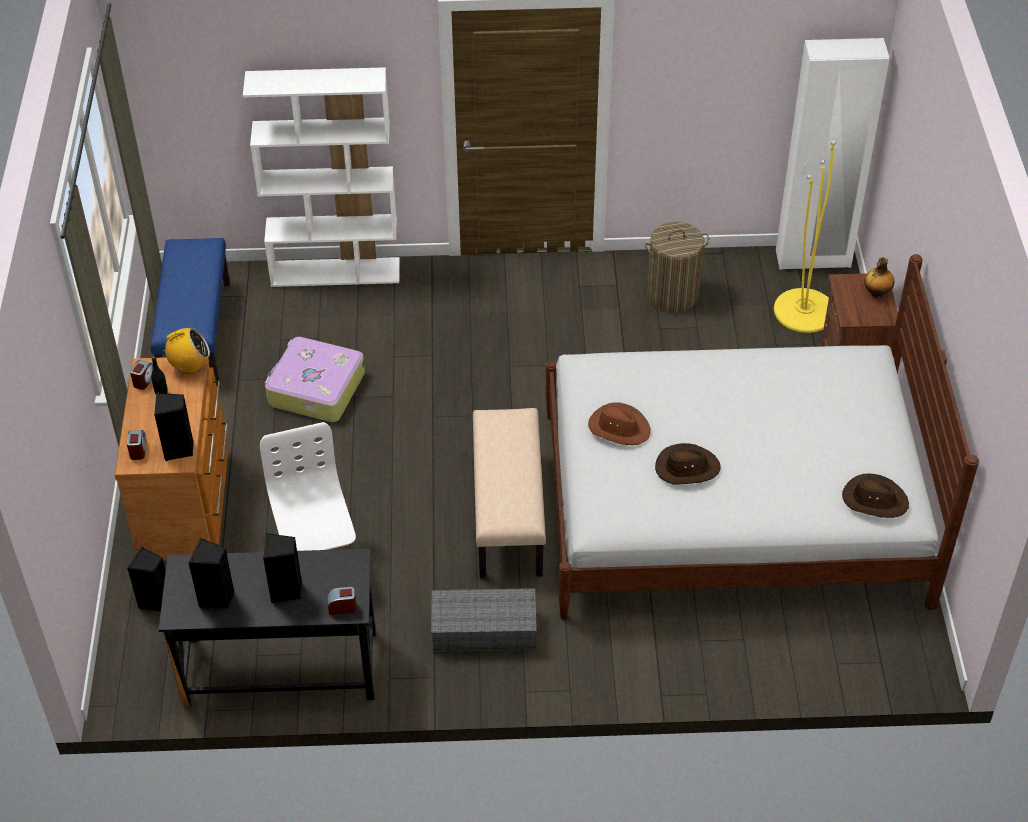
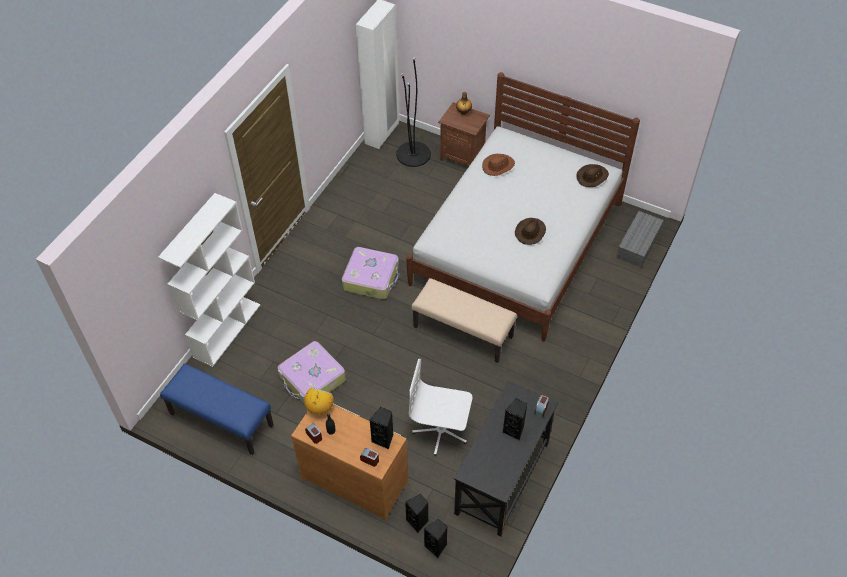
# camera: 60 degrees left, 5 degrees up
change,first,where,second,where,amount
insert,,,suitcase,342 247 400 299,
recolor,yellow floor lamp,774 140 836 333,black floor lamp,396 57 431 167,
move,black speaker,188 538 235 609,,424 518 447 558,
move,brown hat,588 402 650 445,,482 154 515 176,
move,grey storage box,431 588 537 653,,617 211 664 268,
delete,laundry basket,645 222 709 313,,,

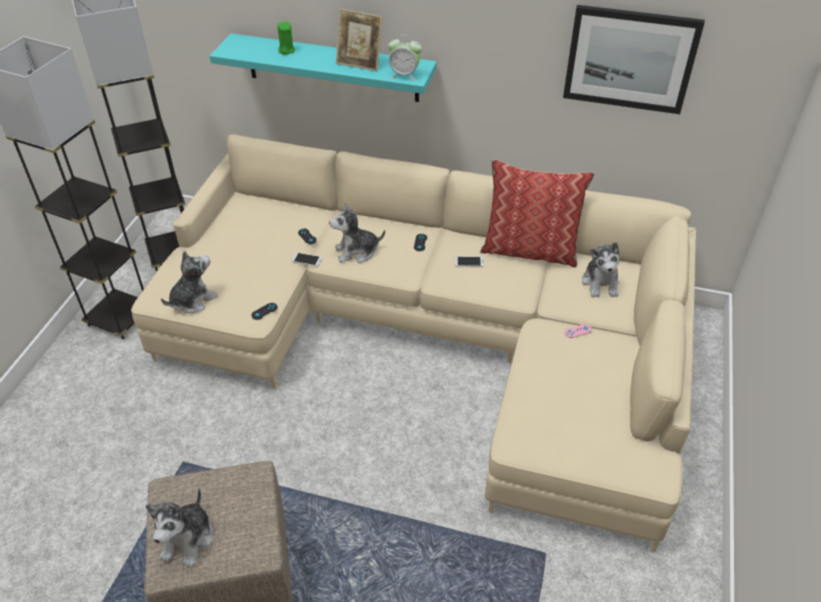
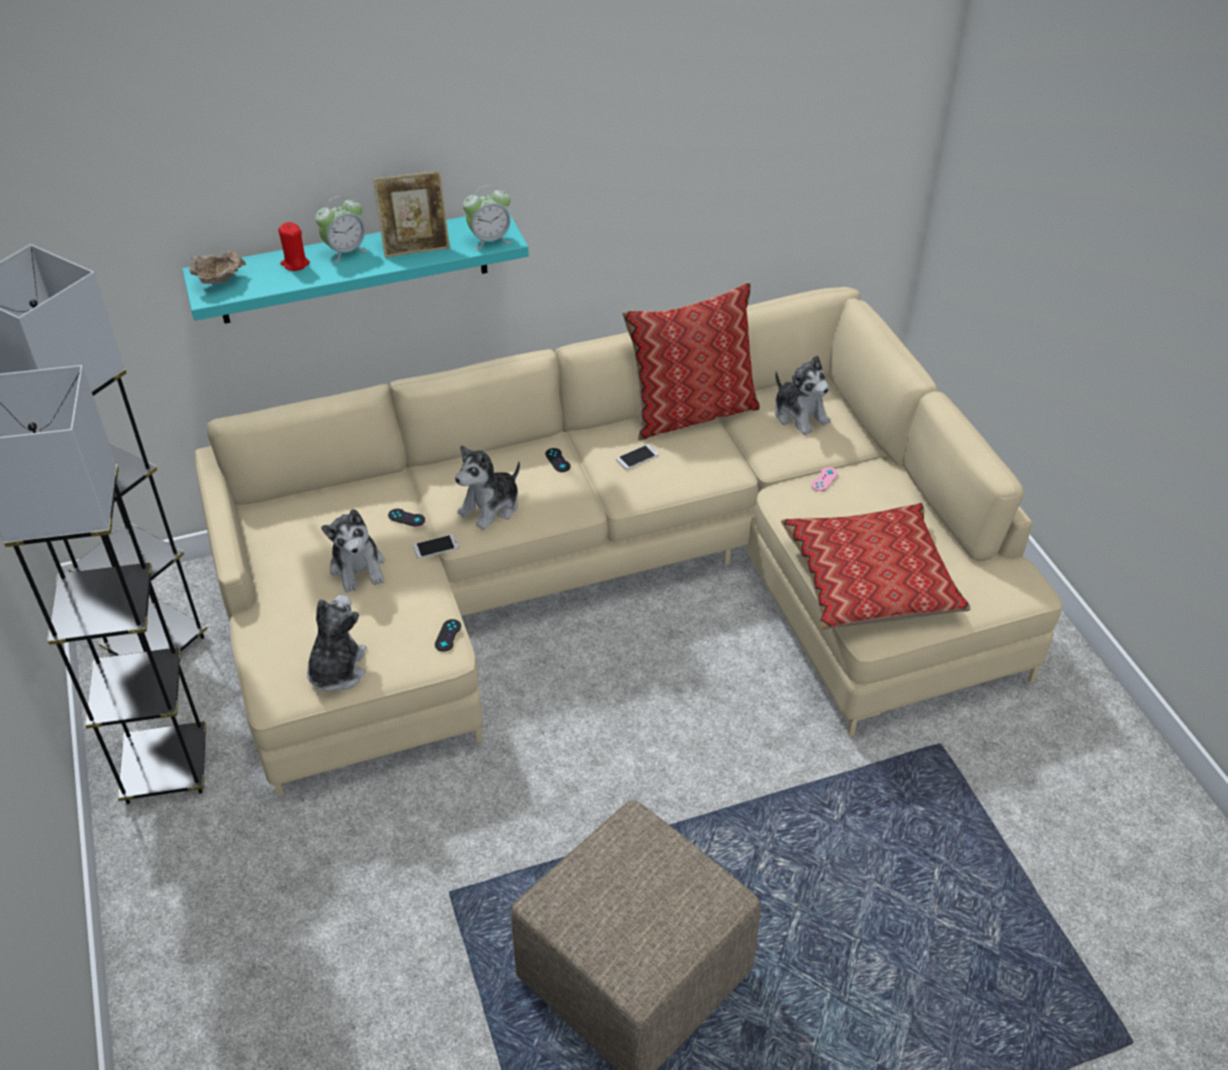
# camera: 35 degrees left, 0 degrees up
change,first,where,second,where,amount
insert,,,beige bowl,189 251 246 284,
recolor,green candle,277 22 295 55,red candle,278 222 310 271,
insert,,,alarm clock,315 196 369 264,
move,plush toy,146 488 213 568,,321 509 385 593,
insert,,,pillow,781 503 970 630,
delete,picture,563 5 705 114,,,

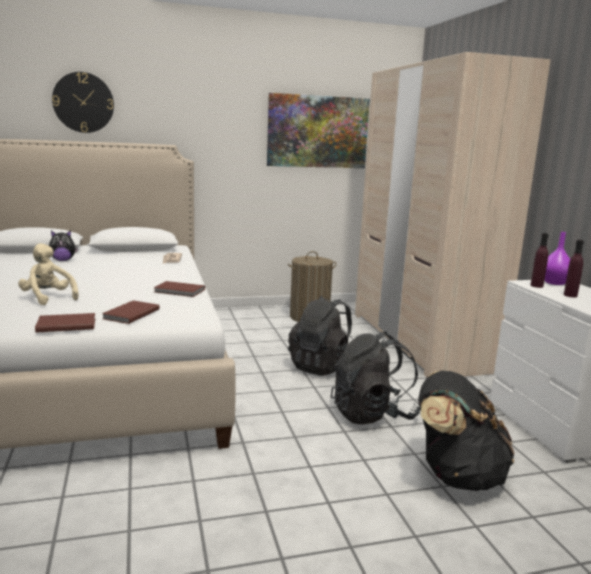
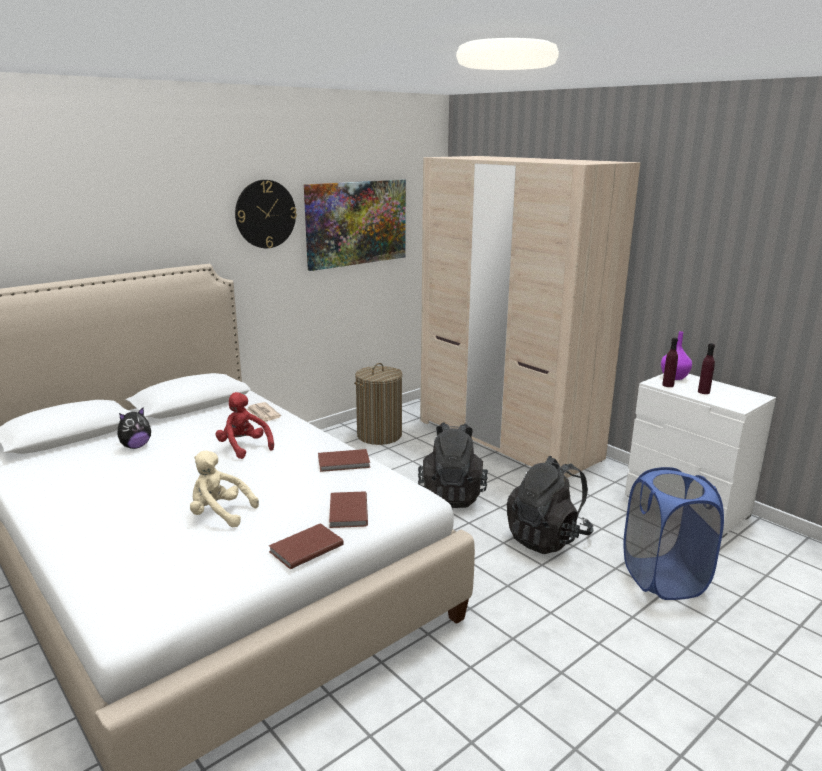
# camera: 25 degrees left, 5 degrees up
change,first,where,second,where,amount
insert,,,red plush toy,215 392 274 459,
move,wall clock,52 72 114 133,,235 180 297 248,
replace,black backpack,418 371 514 491,blue laundry basket,623 467 724 600,

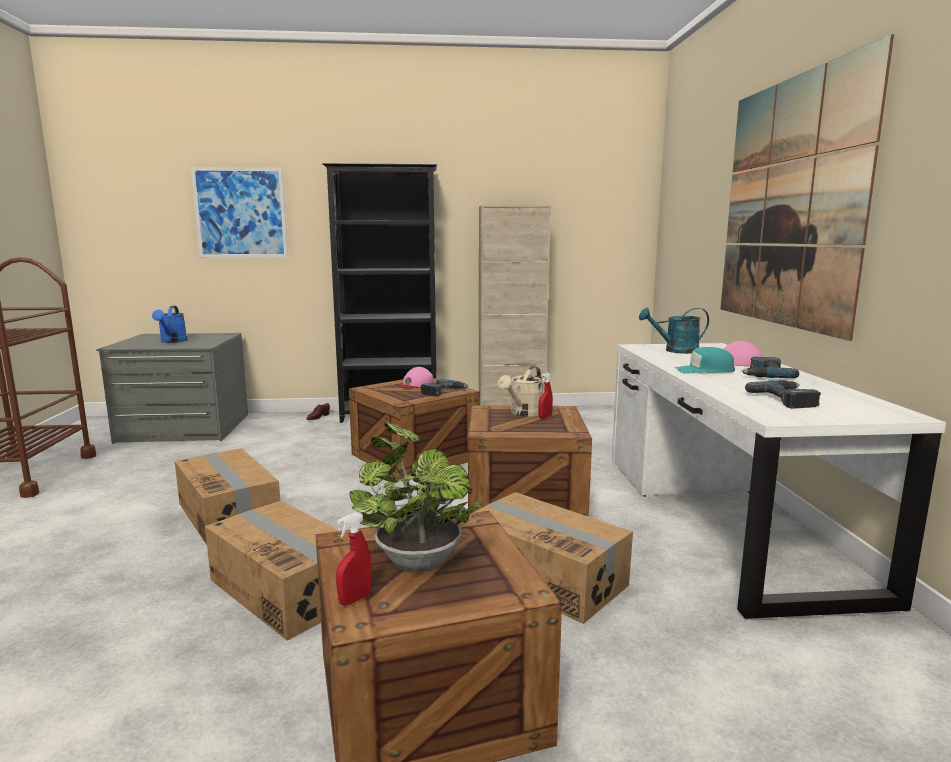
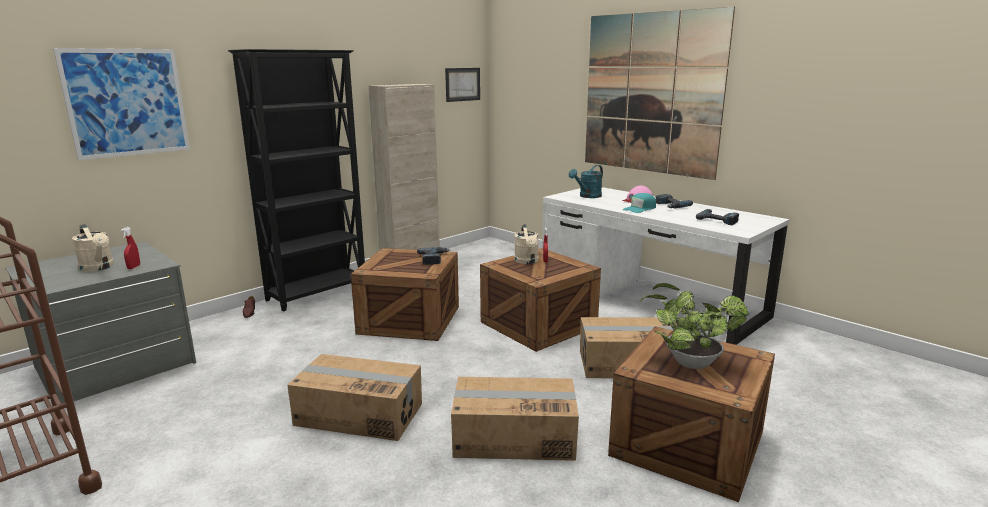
# camera: 40 degrees left, 5 degrees up
change,first,where,second,where,amount
recolor,blue watering can,152 306 188 343,beige watering can,72 224 114 272,
move,red spray bottle,336 513 372 606,,121 227 140 269,
insert,,,picture,445 68 480 102,
delete,pink cap,398 367 434 389,,,

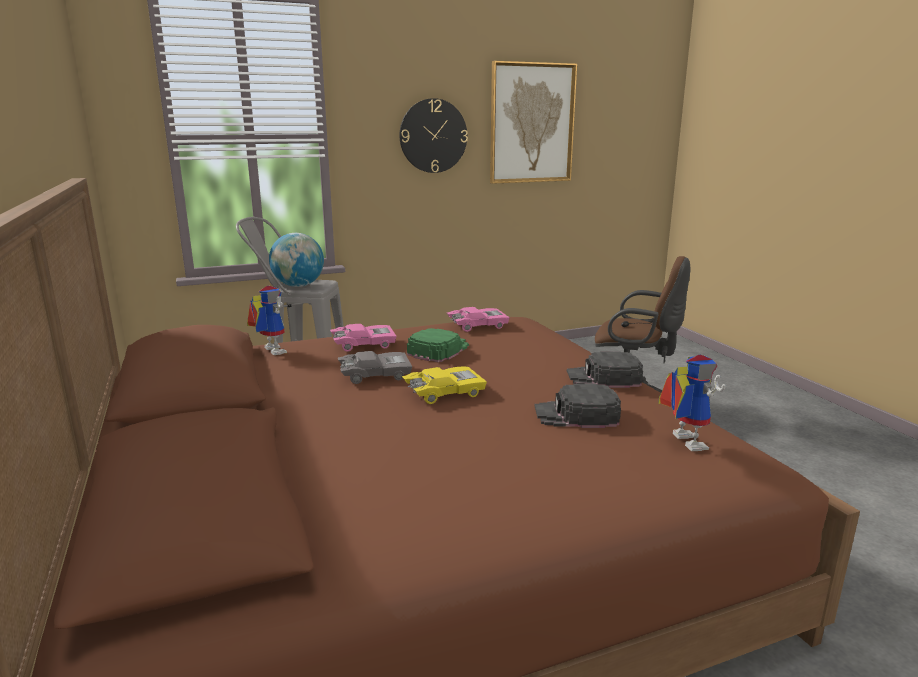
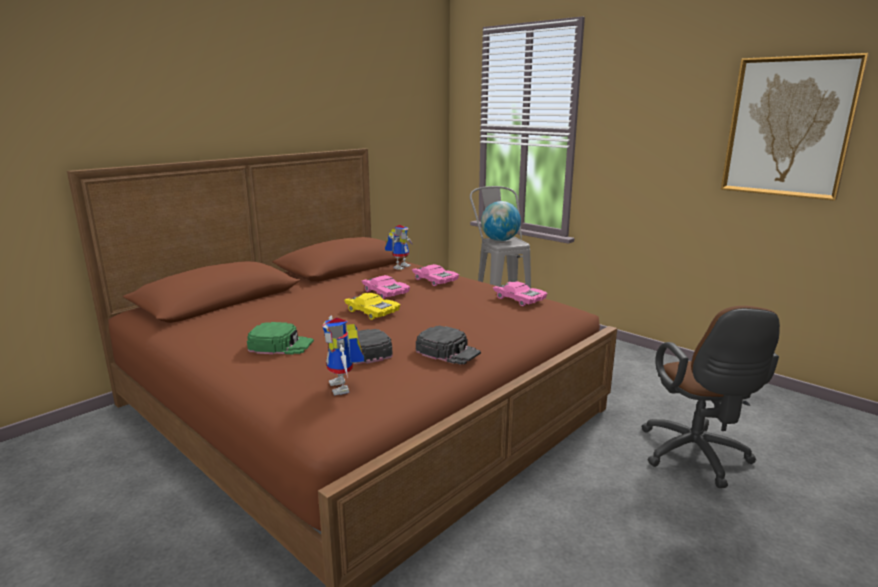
# camera: 65 degrees right, 0 degrees up
change,first,where,second,where,amount
move,green cap,407 328 469 362,,247 322 314 354,
rotate,toy robot,658 355 726 451,,322 316 364 396,105 degrees clockwise
recolor,grey toy car,338 351 412 384,pink toy car,362 275 410 299,
rotate,black cap,567 351 643 388,,416 325 481 365,150 degrees clockwise
delete,wall clock,399 98 468 173,,,

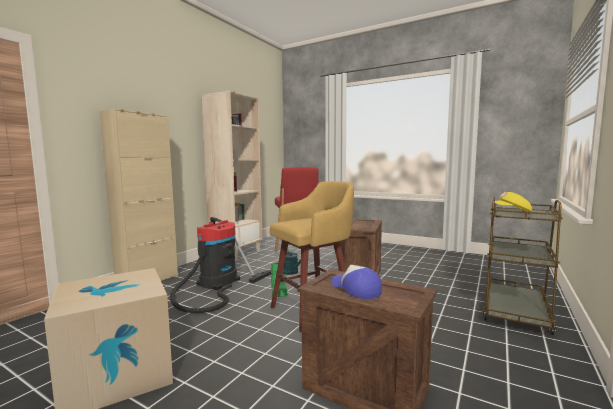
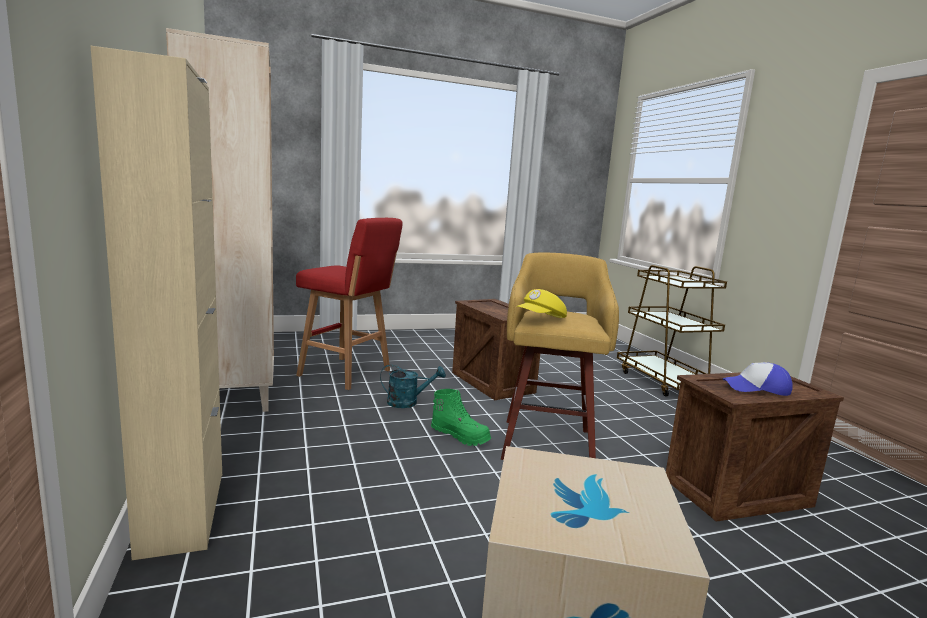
# camera: 50 degrees left, 5 degrees up
change,first,where,second,where,amount
move,yellow cap,491 192 532 212,,516 289 567 318,
delete,vacuum cleaner,170 217 271 313,,,

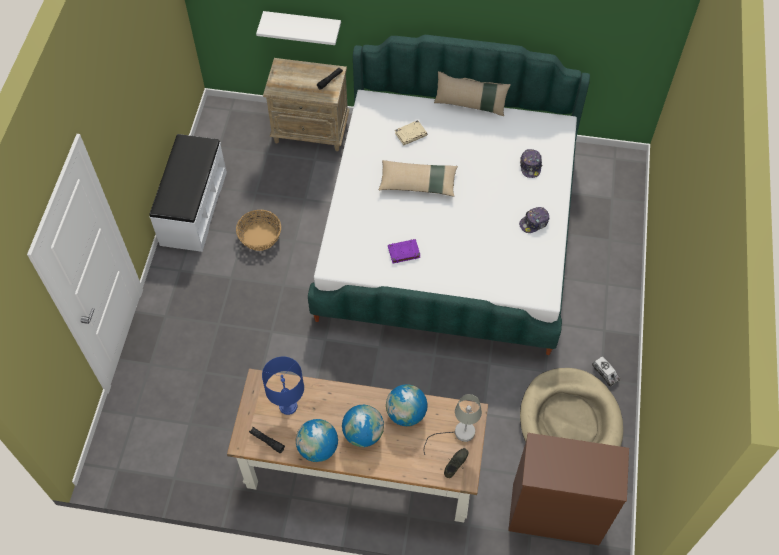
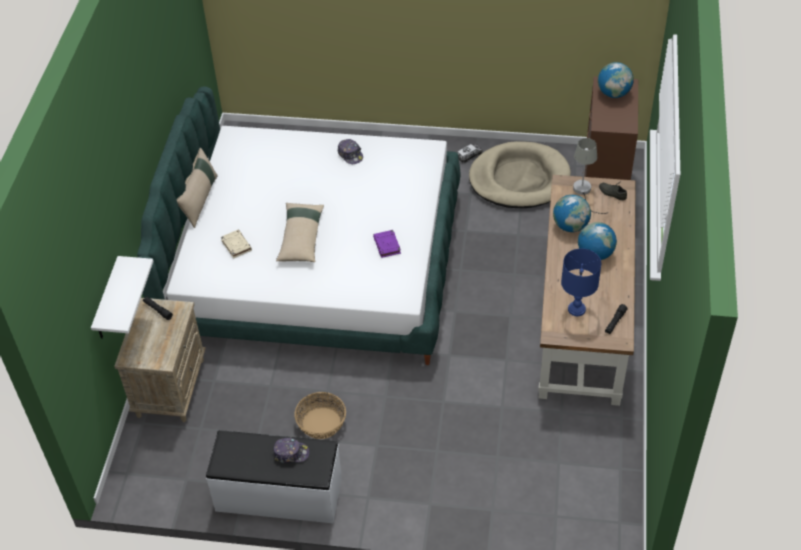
# camera: 90 degrees left, 10 degrees down
change,first,where,second,where,amount
move,cap,520 149 542 178,,273 438 310 463,
move,globe,296 419 338 462,,598 62 634 98,

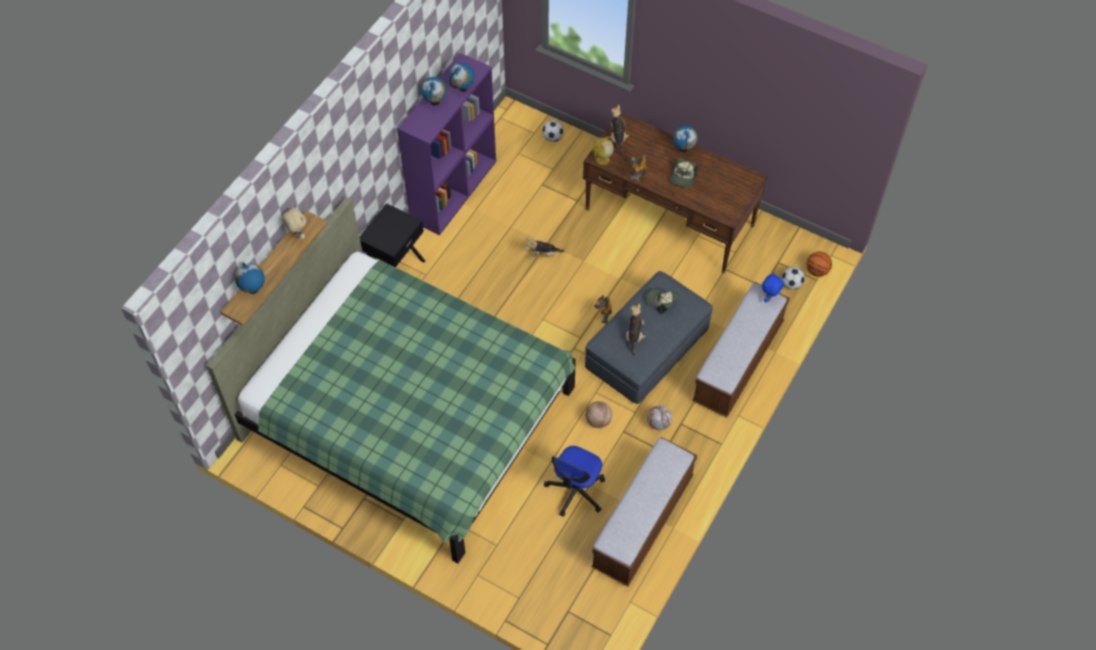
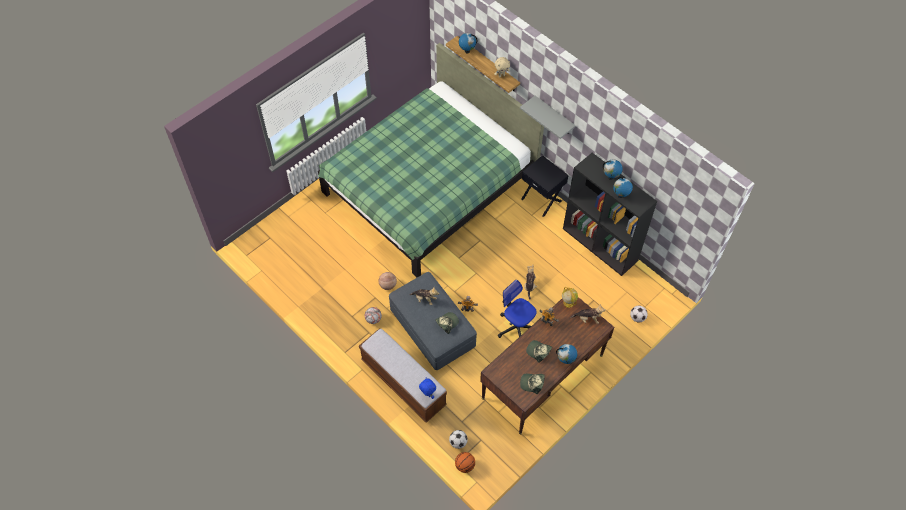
# camera: 105 degrees right, 0 degrees up
change,first,where,second,where,amount
move,office chair,544 446 605 517,,498 280 537 338,
insert,,,grey shelf,520 96 576 139,
insert,,,cap,520 374 545 394,
recolor,purple bookcase,397 53 496 235,black bookcase,563 153 657 276,
delete,bench,591 437 697 587,,,

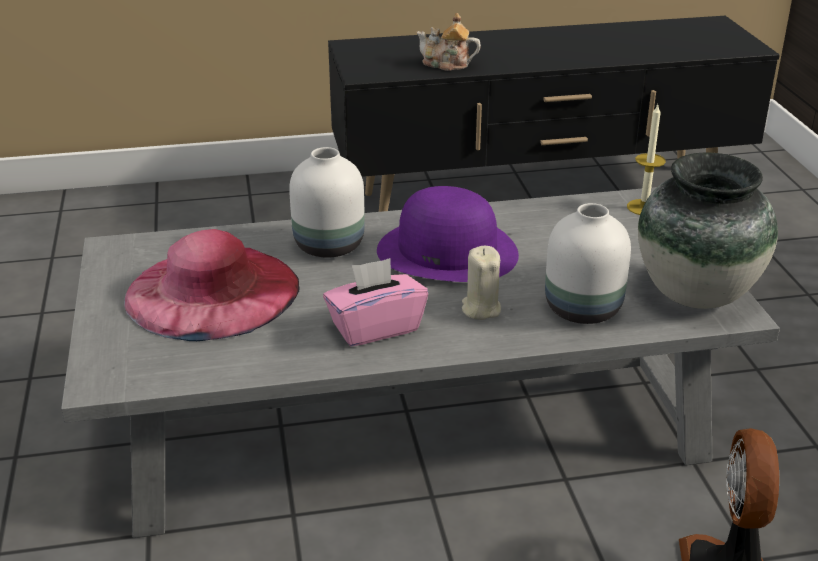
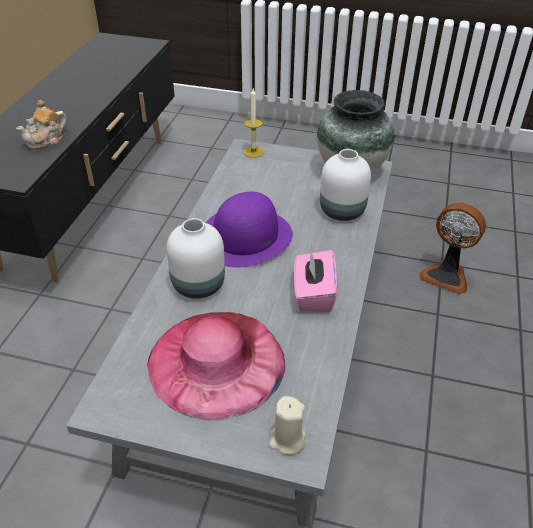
# camera: 65 degrees left, 10 degrees up
change,first,where,second,where,amount
move,beige candle,462 246 501 320,,269 396 306 455,

